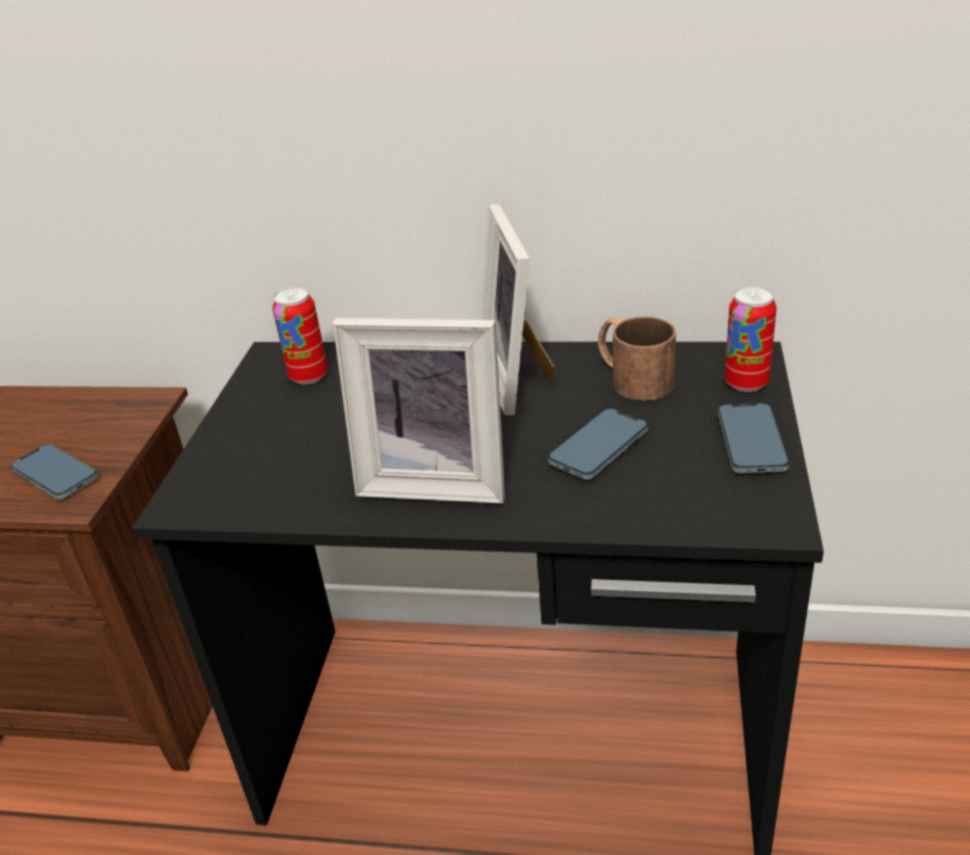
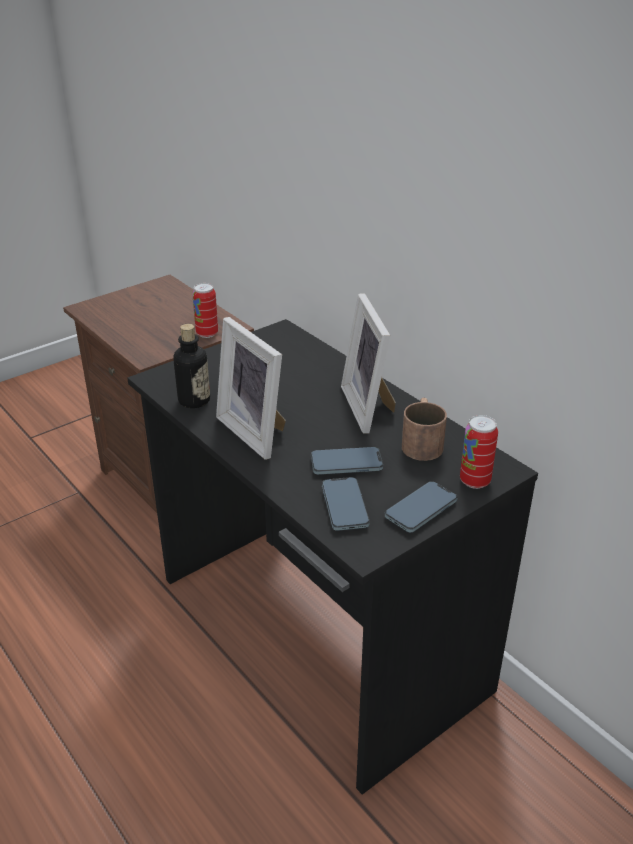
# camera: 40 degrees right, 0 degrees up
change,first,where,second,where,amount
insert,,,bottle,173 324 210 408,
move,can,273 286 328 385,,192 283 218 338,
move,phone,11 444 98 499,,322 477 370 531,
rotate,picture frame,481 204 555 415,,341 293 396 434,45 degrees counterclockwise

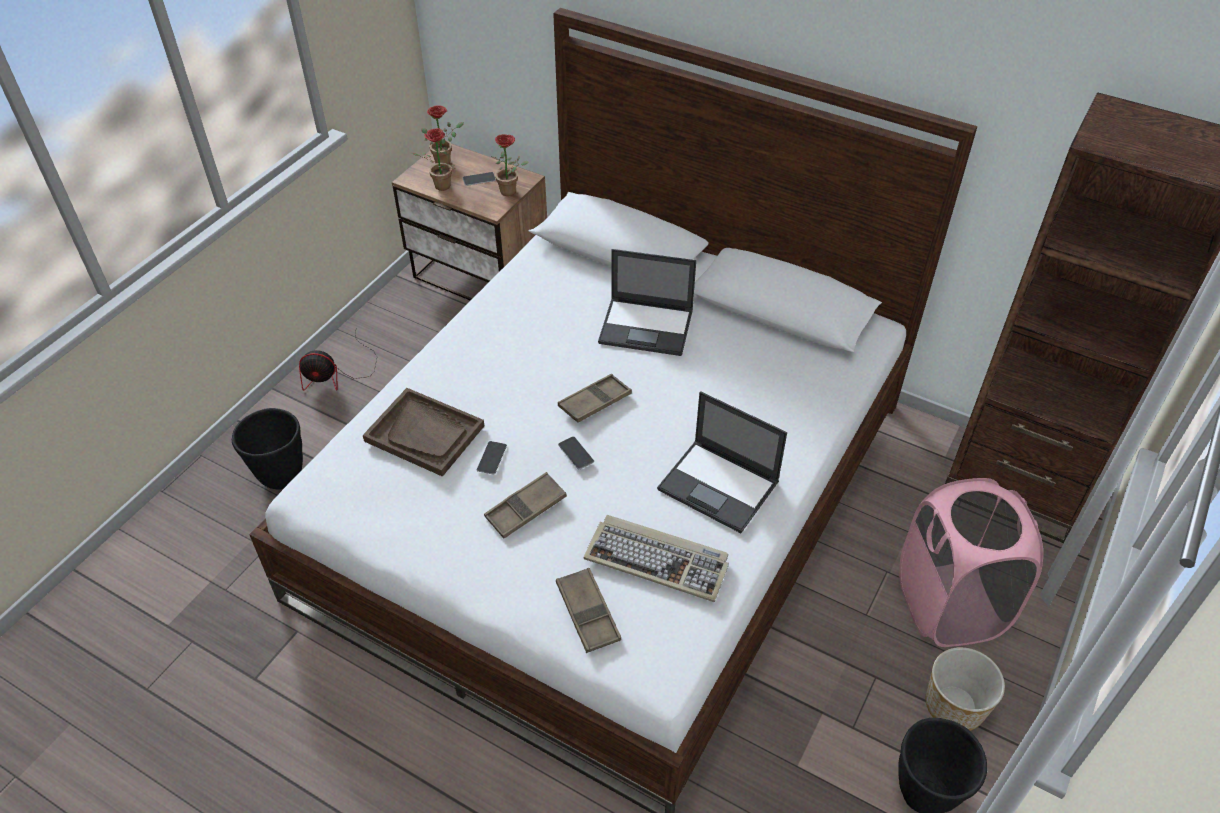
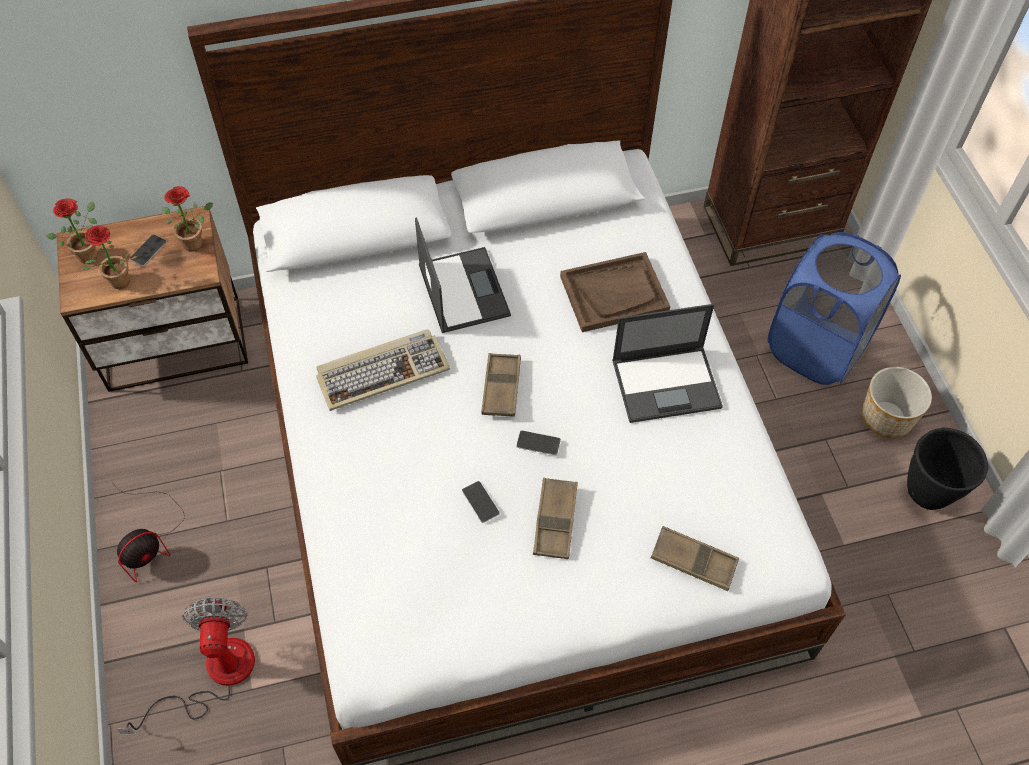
# camera: 45 degrees left, 10 degrees up
change,first,where,second,where,amount
replace,black planter,232 408 303 490,fan,117 598 255 735,
move,keyboard,584 515 729 602,,316 329 450 411,
rotate,laptop,598 249 696 356,,415 217 511 333,75 degrees counterclockwise
move,brown tray,363 388 484 477,,560 252 670 332,
recolor,pink laundry basket,899 478 1043 647,blue laundry basket,768 232 901 385,

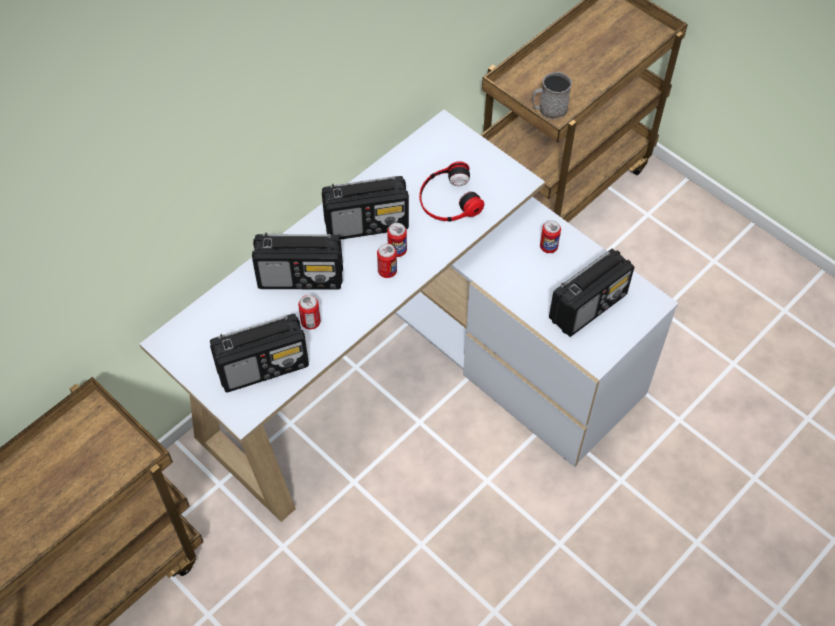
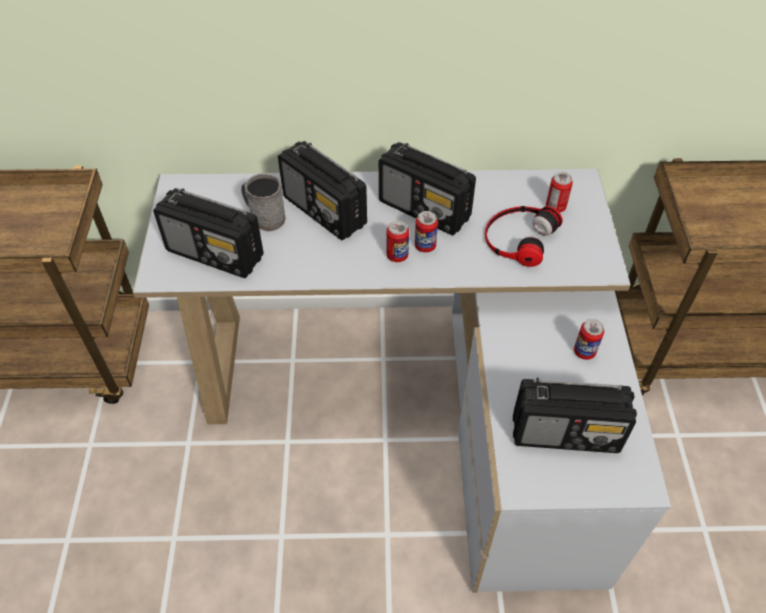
# camera: 45 degrees right, 5 degrees down
change,first,where,second,where,amount
move,grey mug,532 72 572 119,,242 173 286 232,
move,can,298 295 321 329,,546 172 573 212,

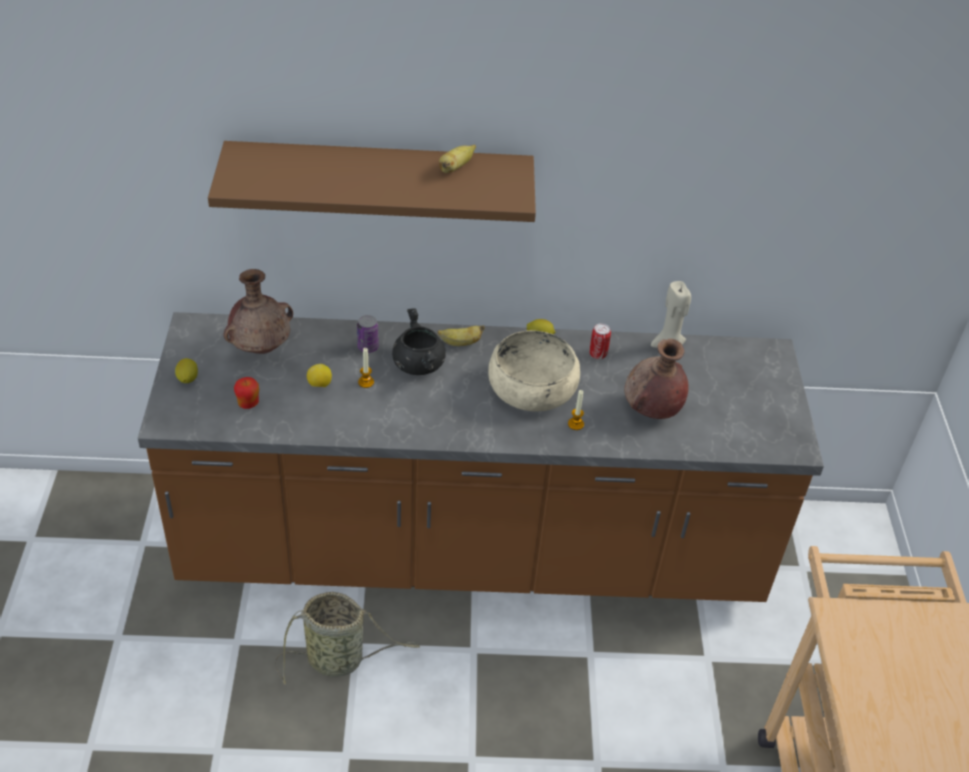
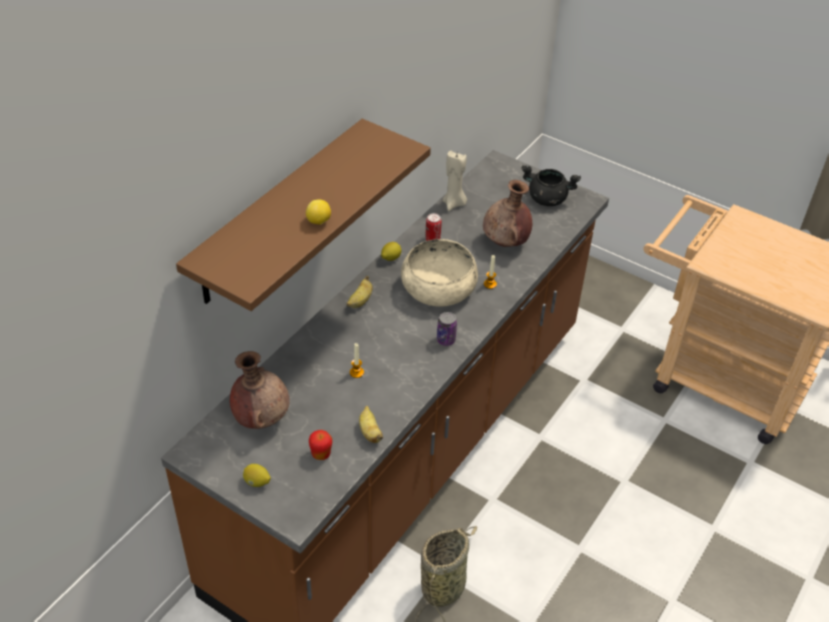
# camera: 55 degrees left, 0 degrees up
change,first,where,second,where,amount
move,lemon,307 364 332 387,,306 199 331 225,
move,banana,439 145 476 173,,359 406 383 443,
move,can,357 315 379 353,,437 312 457 346,
move,black cooking pot,392 308 446 375,,521 165 581 206,

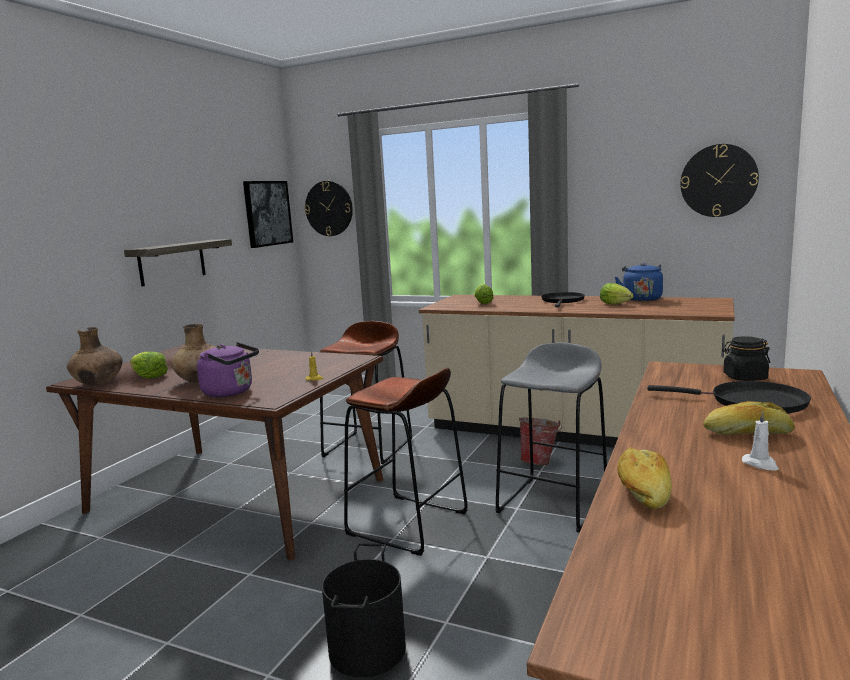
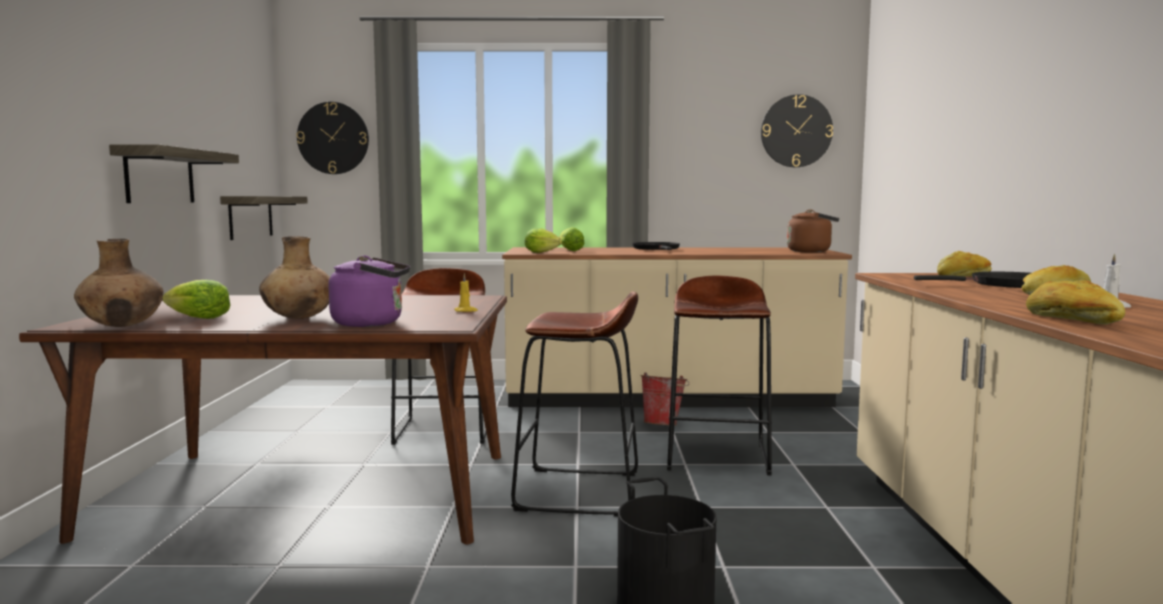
# camera: 25 degrees left, 5 degrees down
change,first,where,second,where,amount
insert,,,shelf,220 196 308 240,
move,lettuce,600 283 633 305,,525 228 562 253,
recolor,grey stool,495 343 607 533,brown stool,667 275 772 475,
insert,,,brown kettle,787 209 839 252,
replace,black jar,722 336 770 381,bread,937 251 991 276,
delete,picture,243 181 293 248,,,
delete,blue kettle,615 263 663 301,,,

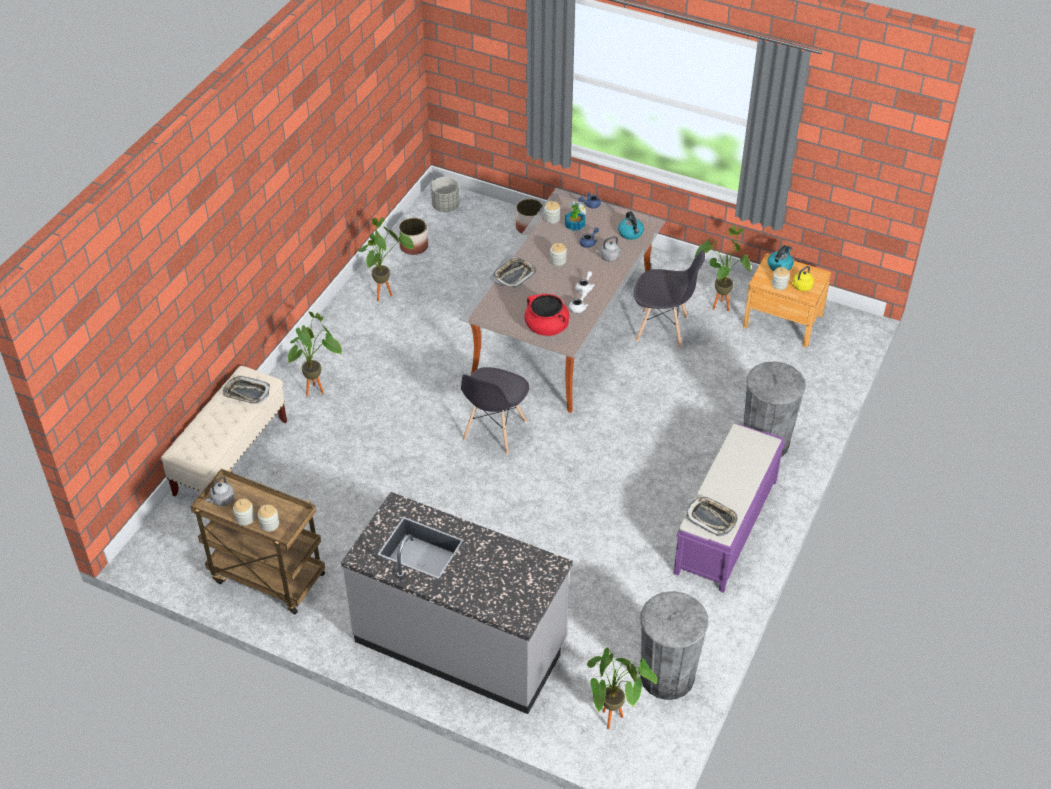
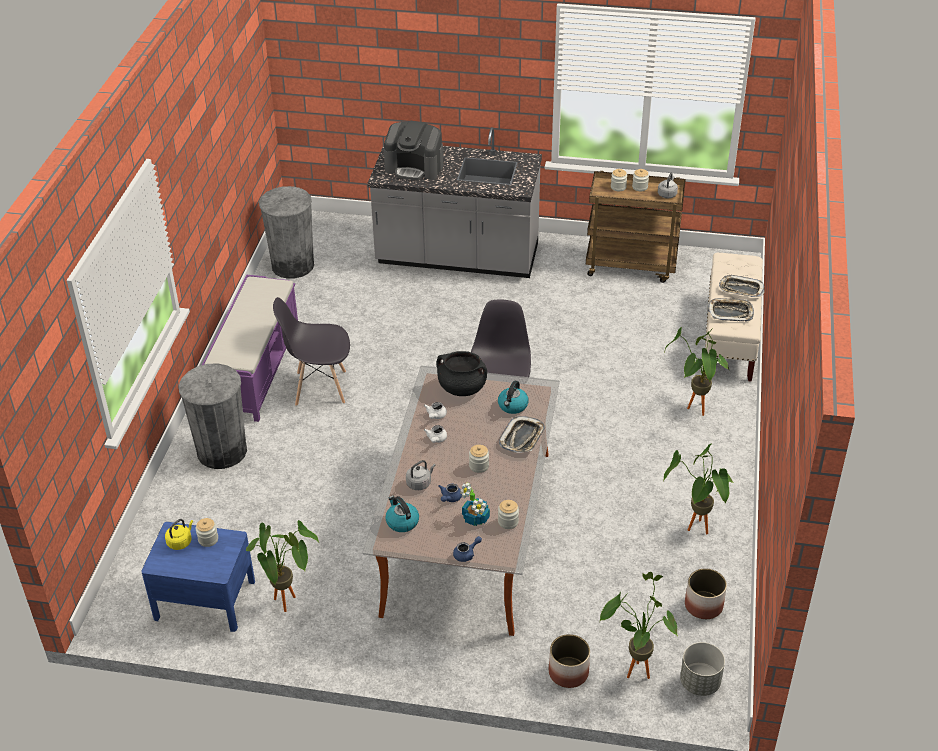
# camera: 165 degrees right, 5 degrees down
change,first,where,second,where,amount
recolor,brown nightstand,743 253 831 347,blue nightstand,141 522 255 632,
move,grey chair,634 250 705 349,,273 297 350 406,
insert,,,coffee machine,384 121 443 180,
recolor,red cooking pot,524 294 569 336,black cooking pot,437 351 487 396,
move,kettle,768 245 794 271,,498 380 529 414,
move,potted plant,587 647 657 729,,599 572 678 679,
move,tray,686 497 738 536,,719 275 765 297,

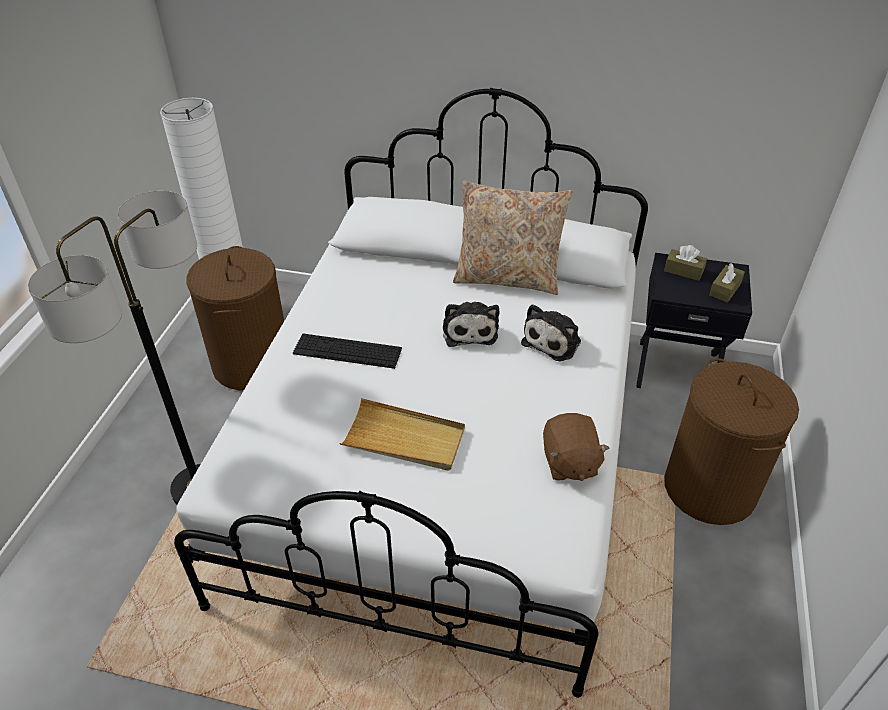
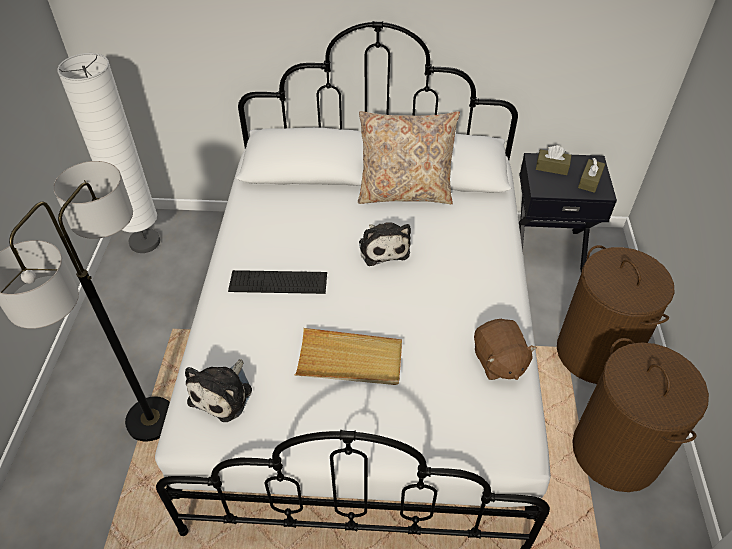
# camera: 10 degrees left, 5 degrees up
change,first,where,second,where,amount
move,plush toy,521 304 581 362,,185 359 252 422,
move,brown laundry basket,186 246 284 391,,572 338 709 492,

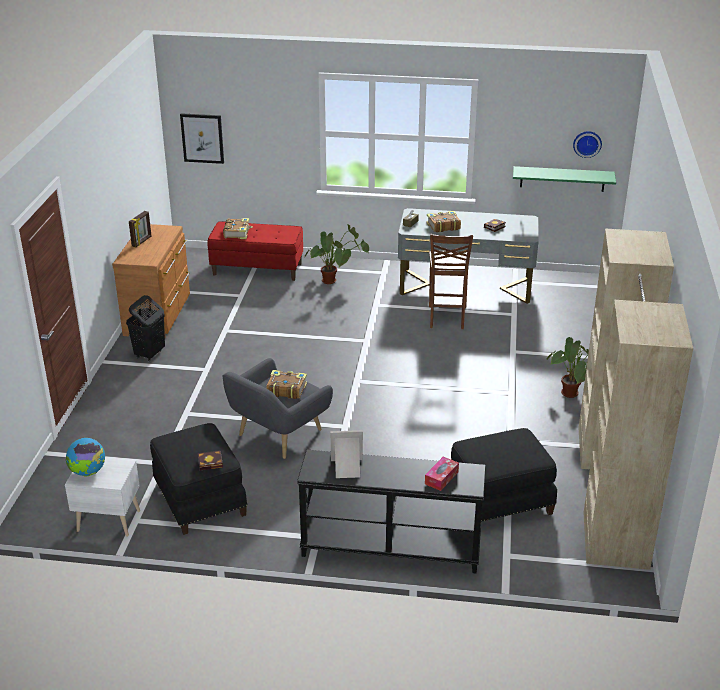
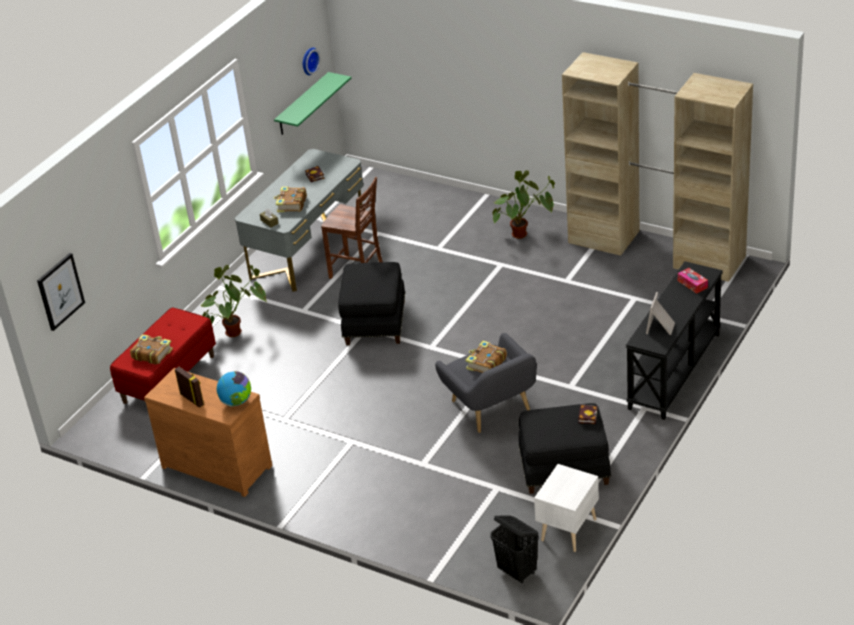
# camera: 65 degrees left, 5 degrees up
change,first,where,second,where,amount
move,globe,65 438 105 477,,217 371 251 407,
move,black ottoman,451 428 557 522,,338 262 405 345,
move,black laundry basket,126 295 165 361,,491 515 539 584,

